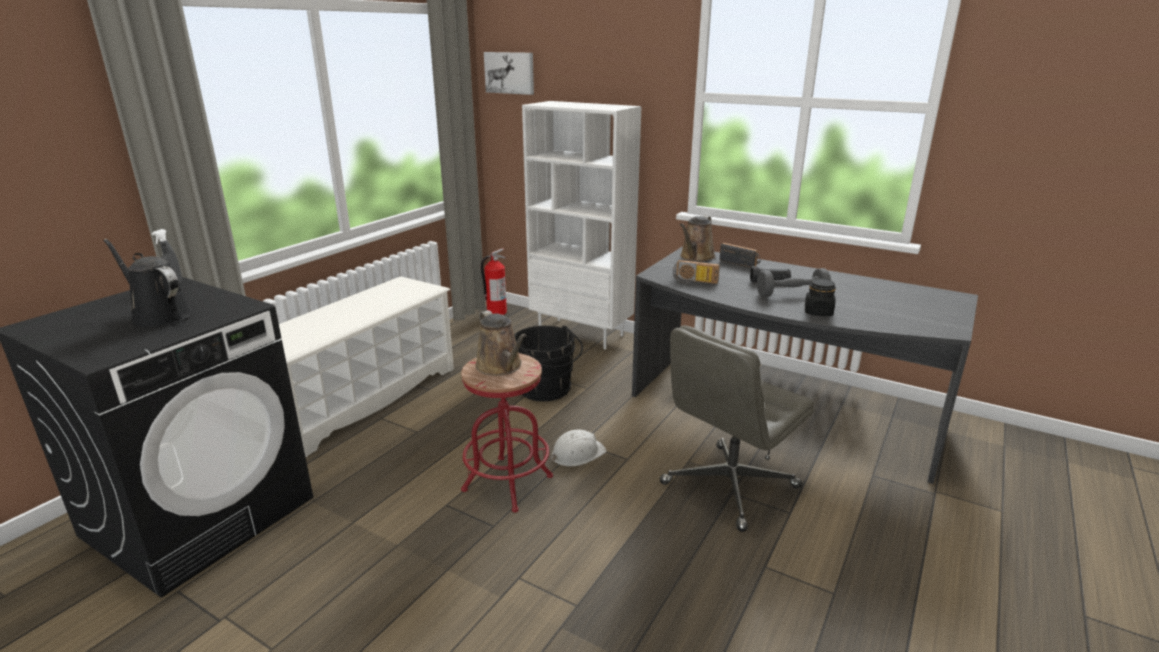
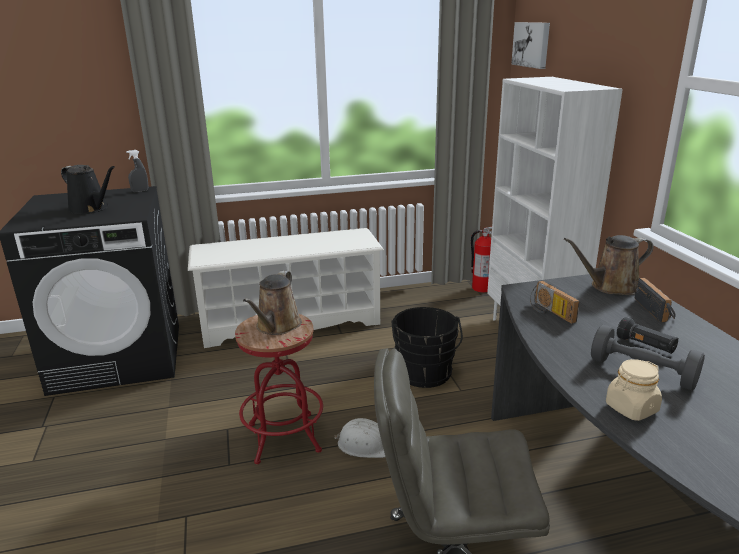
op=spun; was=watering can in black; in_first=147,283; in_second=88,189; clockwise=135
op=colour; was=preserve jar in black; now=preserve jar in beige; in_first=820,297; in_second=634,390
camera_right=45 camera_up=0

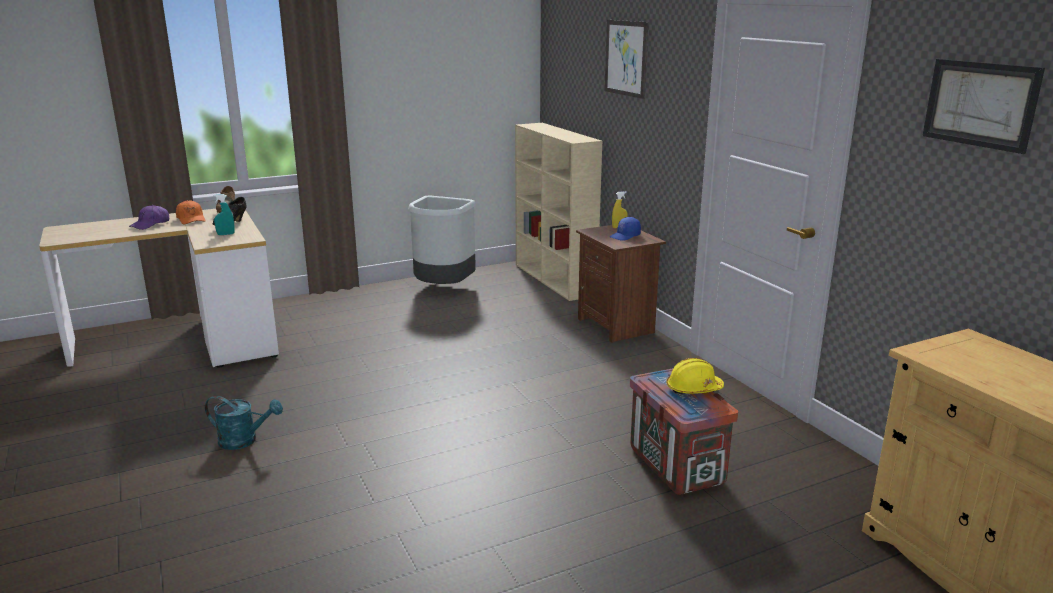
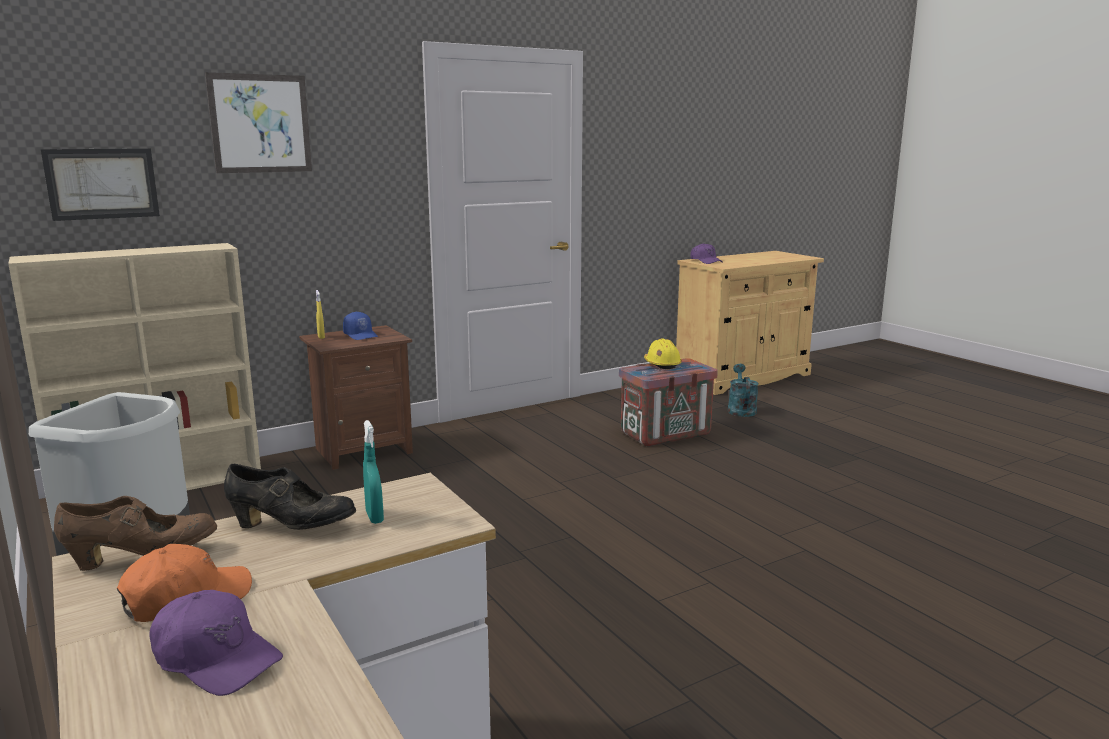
op=relocated; was=picture; in_first=983,106; in_second=100,184
op=relocated; was=watering can in turquoise-coloured; in_first=244,423; in_second=743,390
op=appeared; now=baseball cap in purple; in_second=707,253
camera_right=-95 camera_up=-5

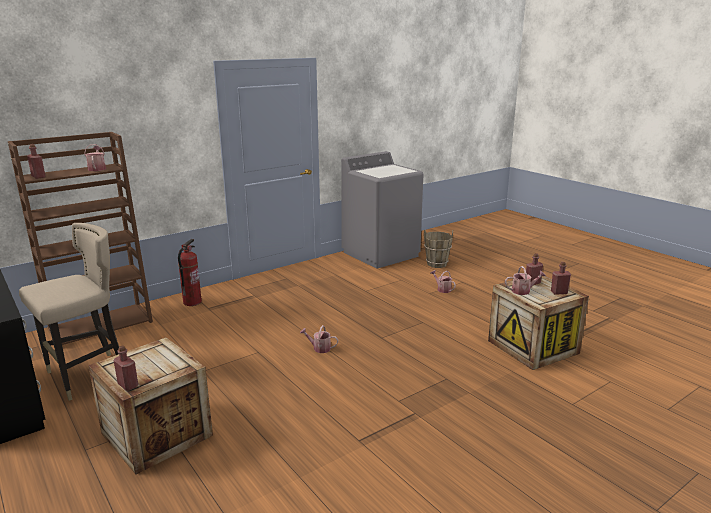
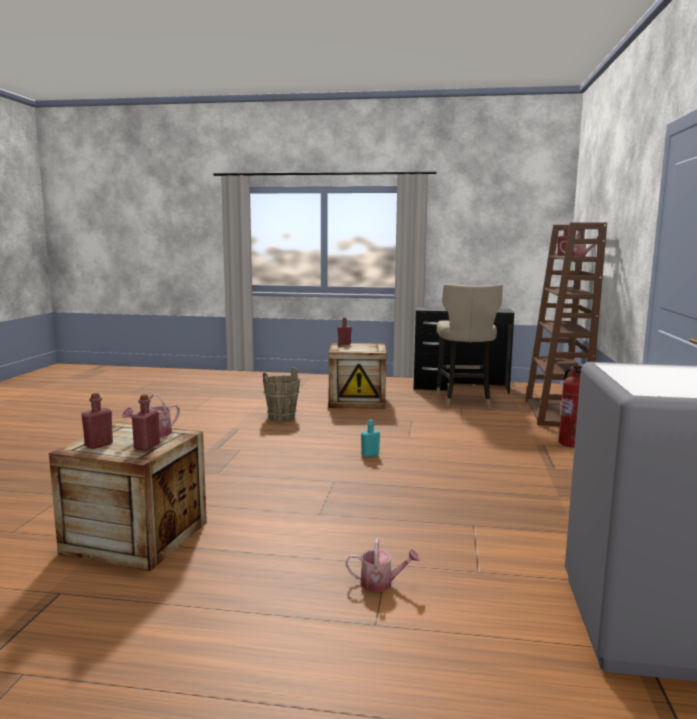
op=relocated; was=bucket in brown-coloured; in_first=438,249; in_second=281,394
op=exchanged; was=watering can; now=beverage bottle in turquoise-coloured; in_first=319,339; in_second=370,438
camera_right=135 camera_up=-10

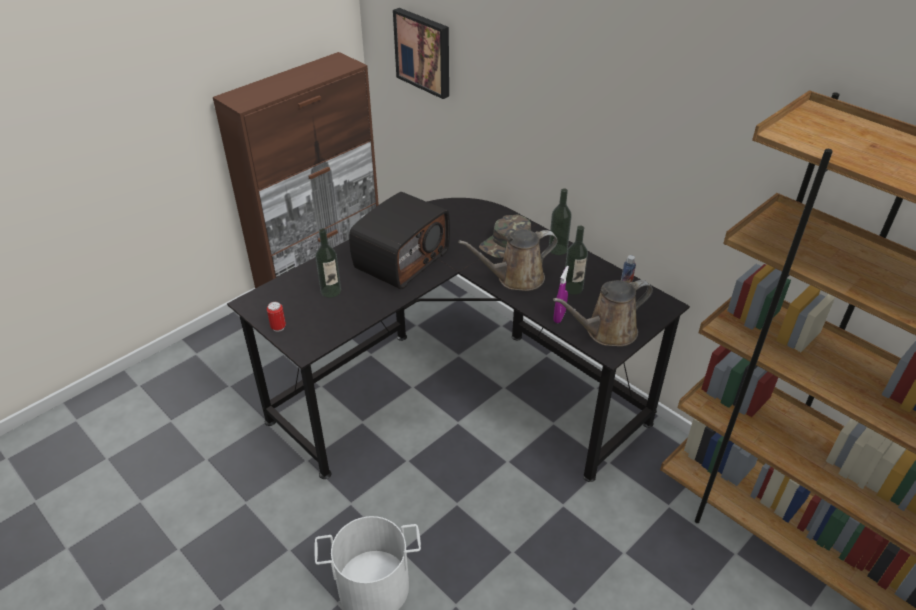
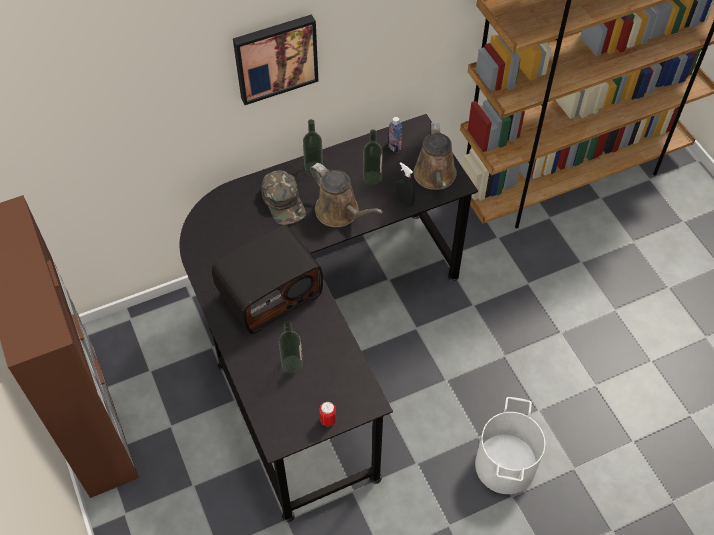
op=relocated; was=picture; in_first=421,53; in_second=275,59
op=spun; was=radio set; in_first=399,240; in_second=267,279; clockwise=90
op=spun; was=watering can in brown-coloured; in_first=508,260; in_second=346,195; clockwise=-45
op=colour; was=sprayer in purple; now=sprayer in black; in_first=561,294; in_second=405,184
camera_right=-70 camera_up=15

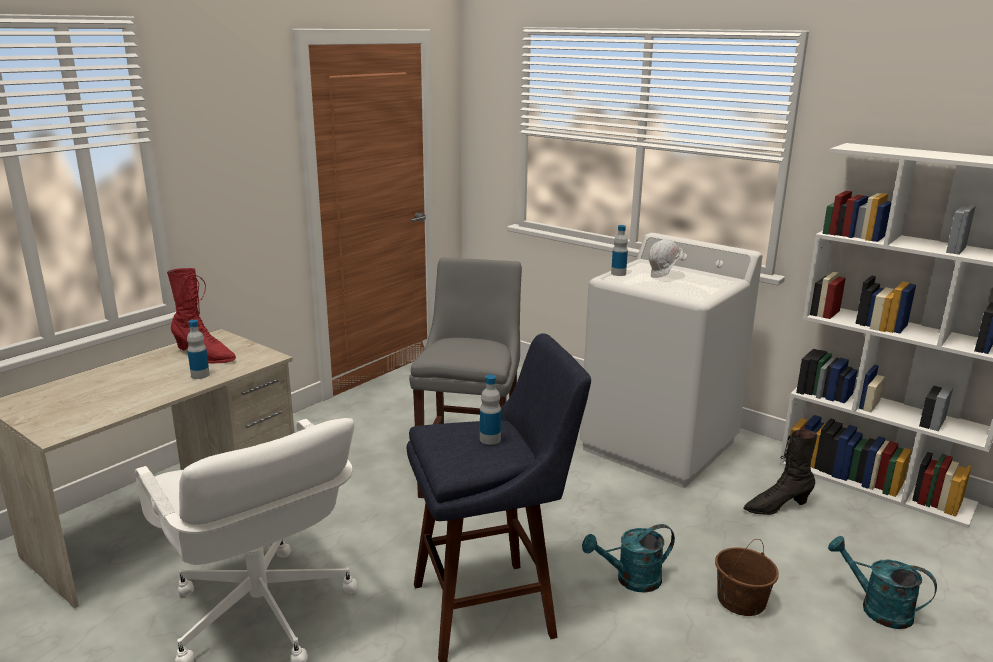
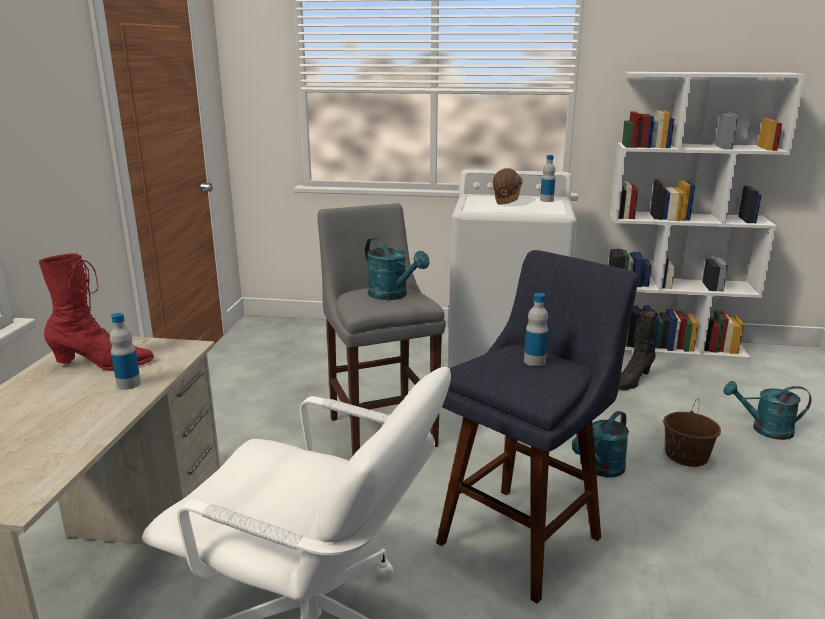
op=relocated; was=beverage bottle; in_first=619,250; in_second=547,178
op=colour; was=safety helmet in white; now=safety helmet in brown-coloured; in_first=666,258; in_second=508,186
op=appeared; now=watering can in turquoise-coloured; in_second=397,268
camera_right=-30 camera_up=0

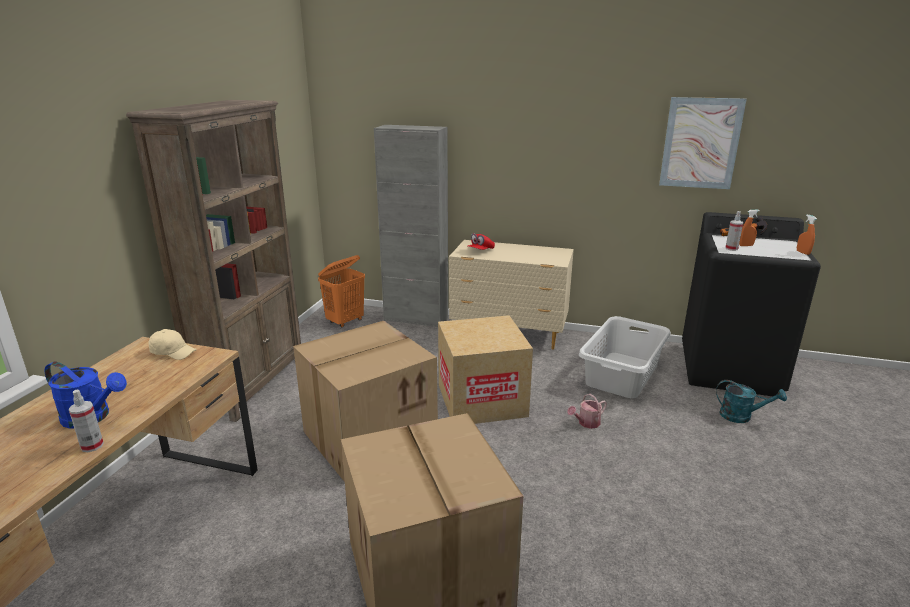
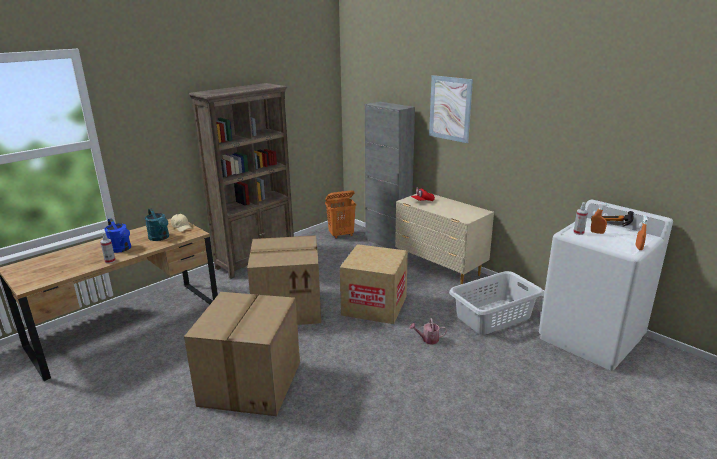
op=relocated; was=picture; in_first=703,143; in_second=451,109
op=colour; was=laundry machine in black; now=laundry machine in white; in_first=751,304; in_second=606,285
op=relocated; was=watering can in turquoise-coloured; in_first=751,401; in_second=157,224
camera_right=30 camera_up=0

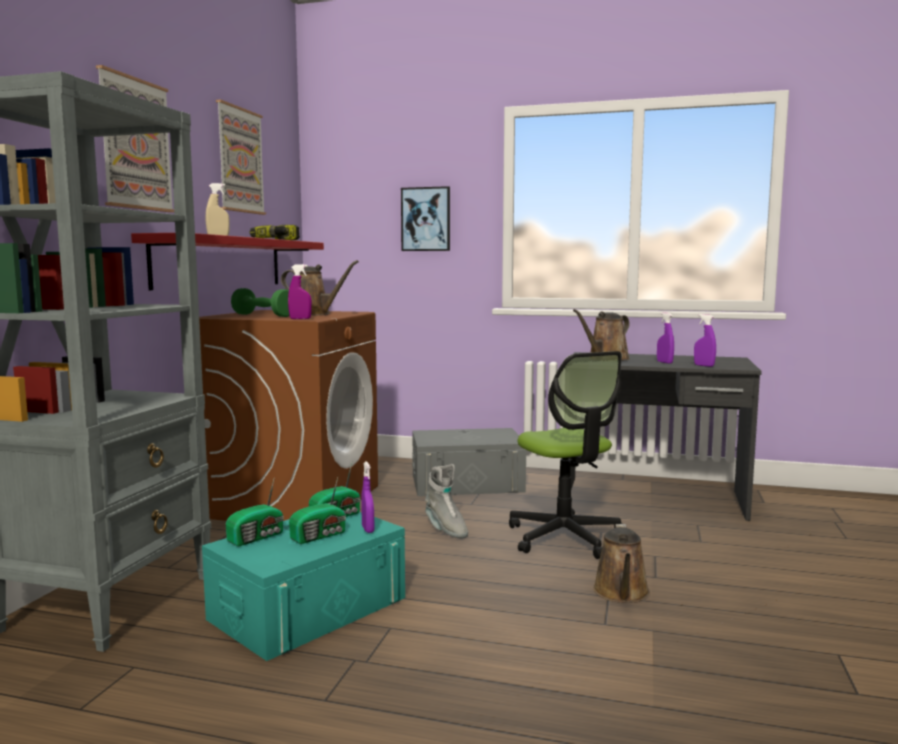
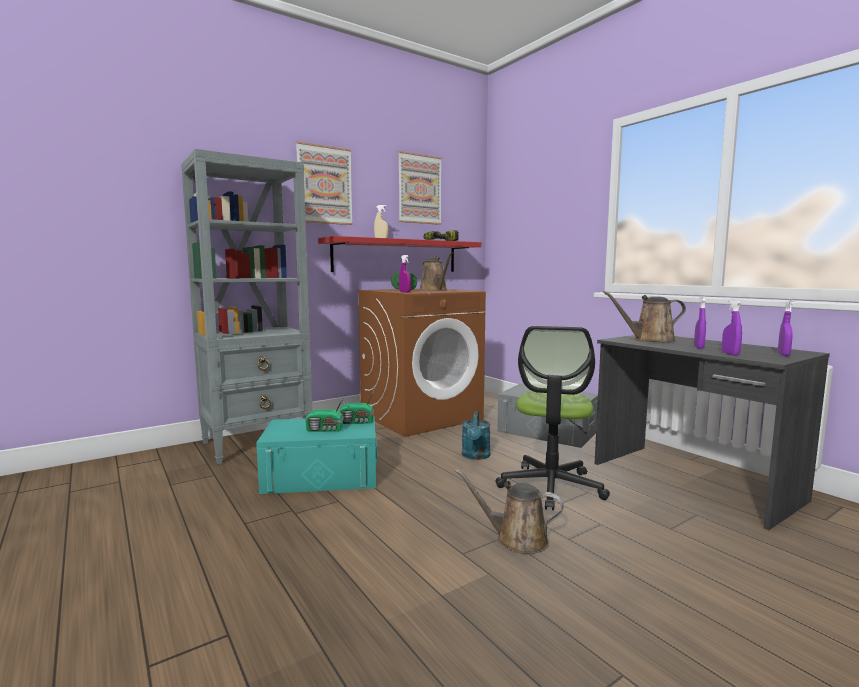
op=missing; was=picture; in_first=425,218
op=relocated; was=sprayer in purple; in_first=367,497; in_second=785,328
op=exchanged; was=tall boot in greyish; now=watering can in turquoise-coloured; in_first=446,501; in_second=476,435
op=missing; was=radio set; in_first=255,512
op=spun; was=watering can in brown-coloured; in_first=621,563; in_second=509,511; clockwise=60
camera_right=40 camera_up=0

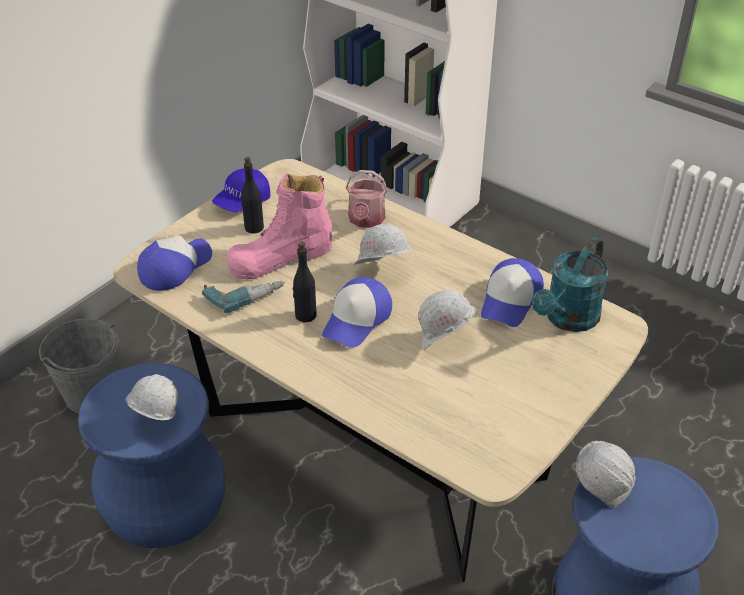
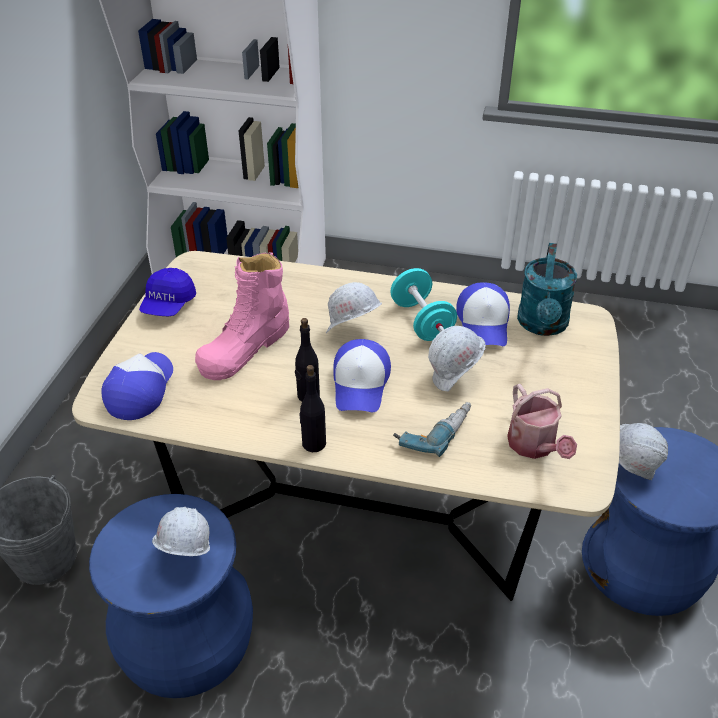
op=relocated; was=beverage bottle in black; in_first=252,195; in_second=312,408
op=relocated; was=watering can; in_first=367,199; in_second=542,421
op=relocated; was=electric drill; in_first=243,296; in_second=432,429
op=appeared; now=free weight in turquoise-coloured; in_second=423,304
camera_right=-25 camera_up=0

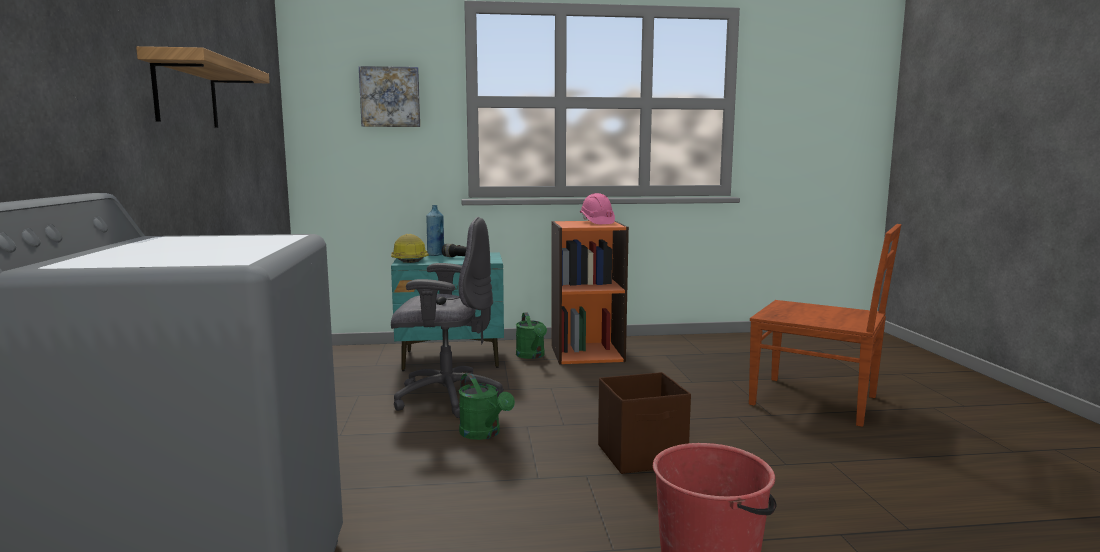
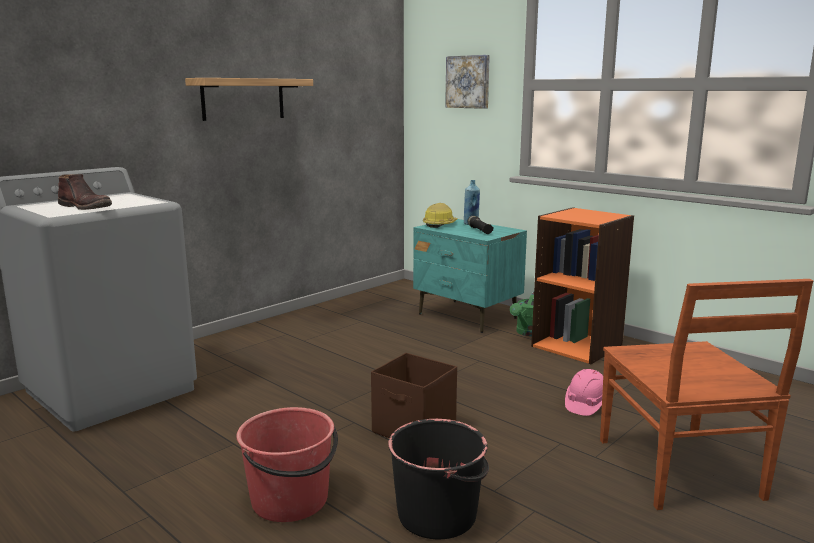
op=relocated; was=safety helmet in pink; in_first=597,208; in_second=584,392
op=missing; was=office chair in greyish; in_first=447,317
op=missing; was=watering can in green-coloured; in_first=487,406
op=appeared; now=tall boot in brown-coloured; in_second=85,192
op=appeared; now=bucket in black; in_second=438,479
camera_right=50 camera_up=5

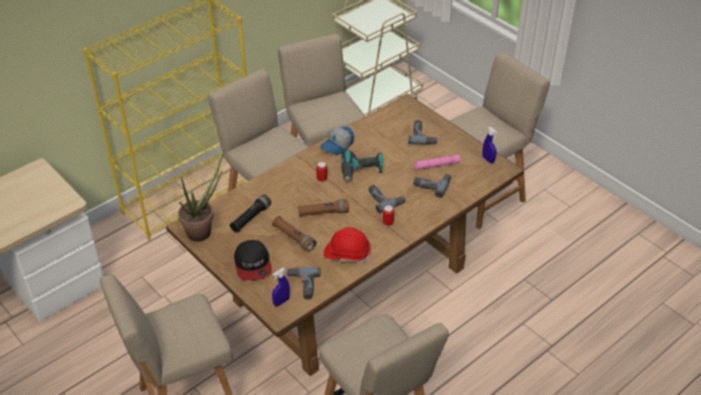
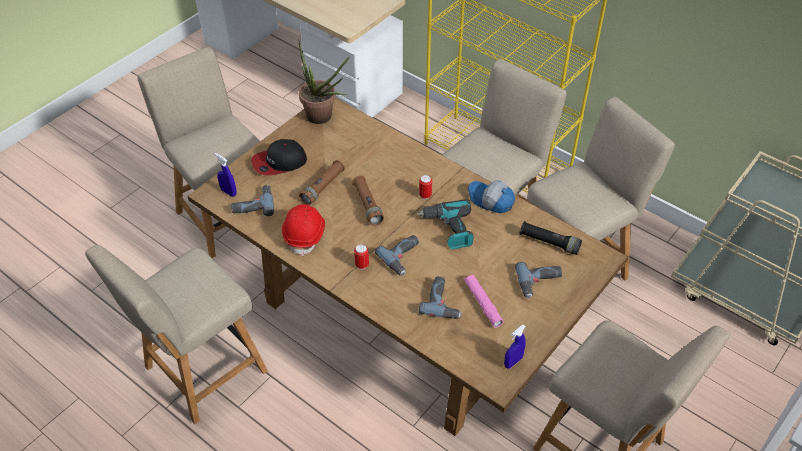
op=relocated; was=hand torch in black; in_first=250,213; in_second=550,238
camera_right=80 camera_up=5

